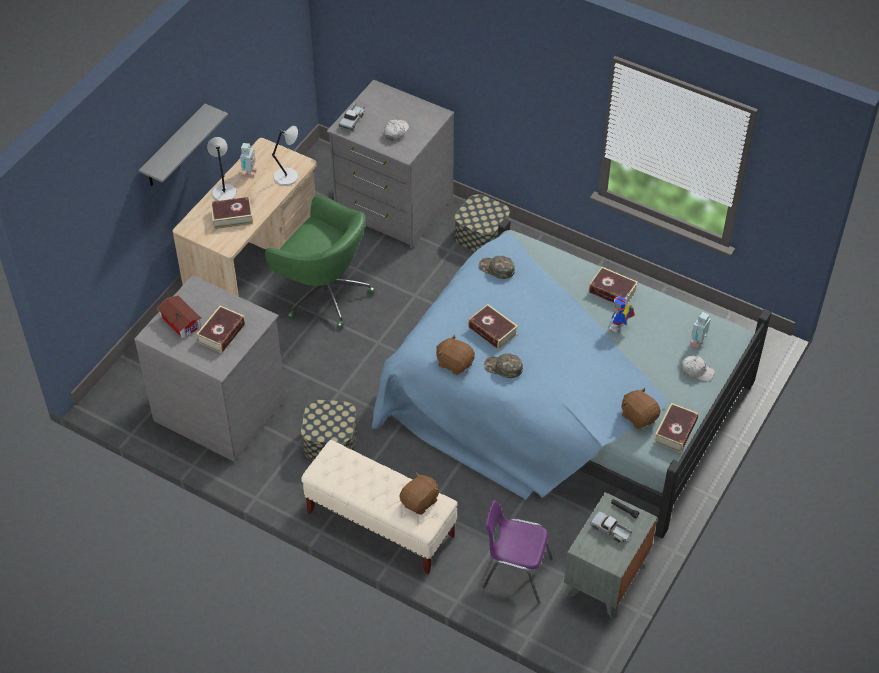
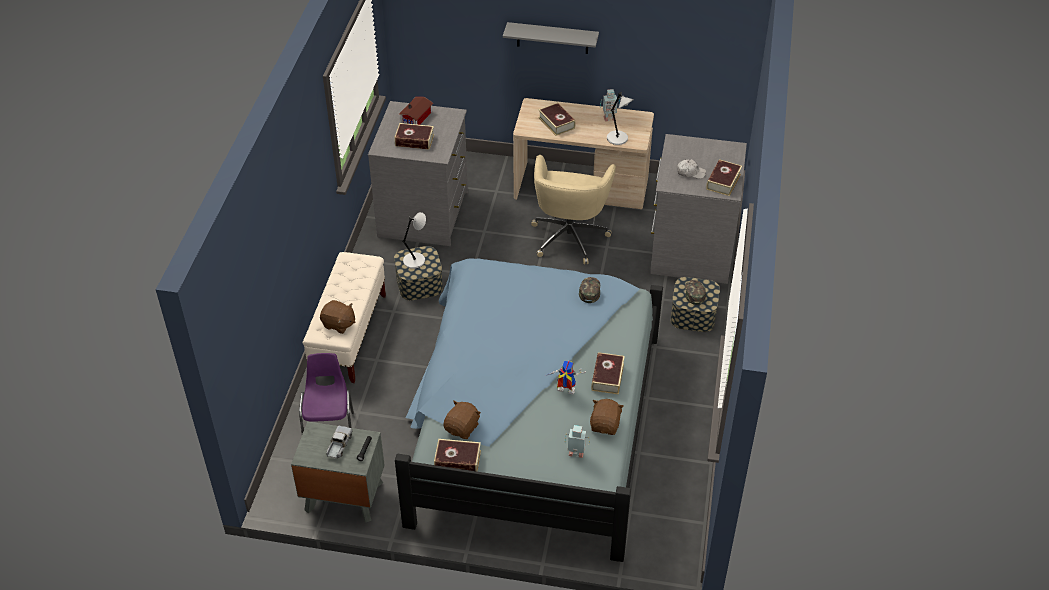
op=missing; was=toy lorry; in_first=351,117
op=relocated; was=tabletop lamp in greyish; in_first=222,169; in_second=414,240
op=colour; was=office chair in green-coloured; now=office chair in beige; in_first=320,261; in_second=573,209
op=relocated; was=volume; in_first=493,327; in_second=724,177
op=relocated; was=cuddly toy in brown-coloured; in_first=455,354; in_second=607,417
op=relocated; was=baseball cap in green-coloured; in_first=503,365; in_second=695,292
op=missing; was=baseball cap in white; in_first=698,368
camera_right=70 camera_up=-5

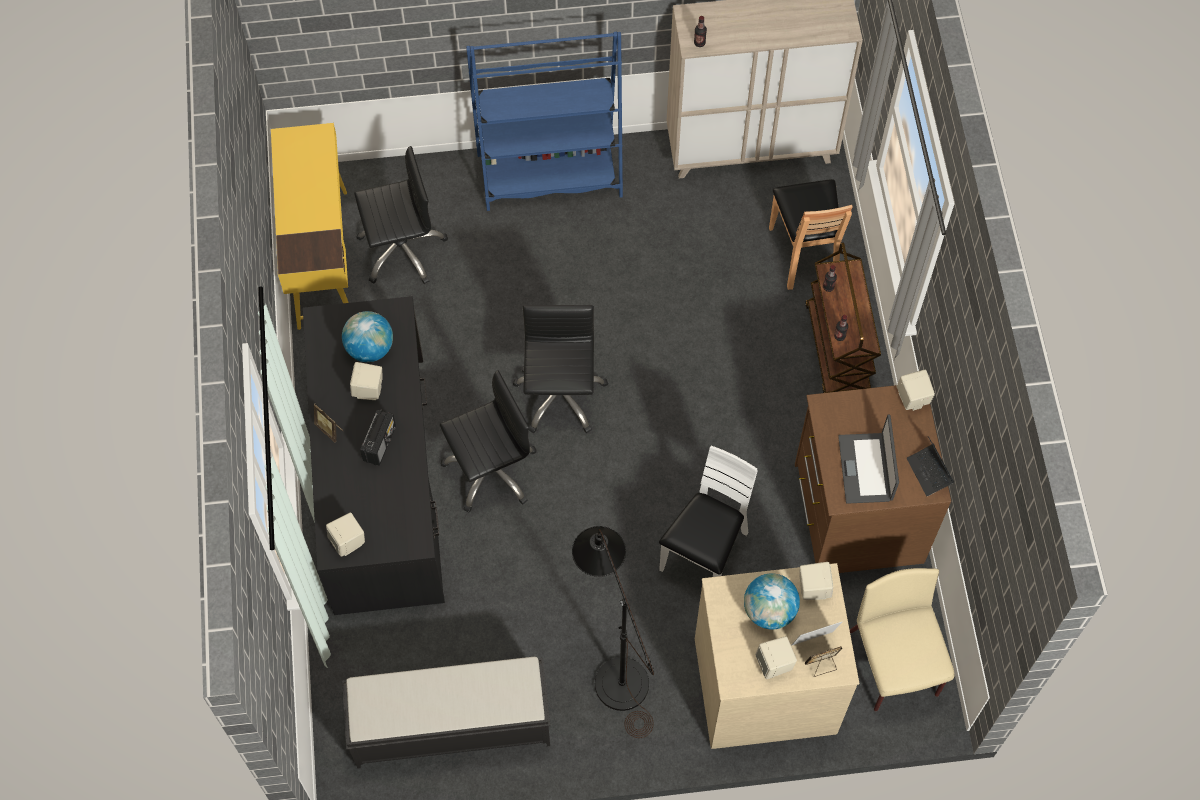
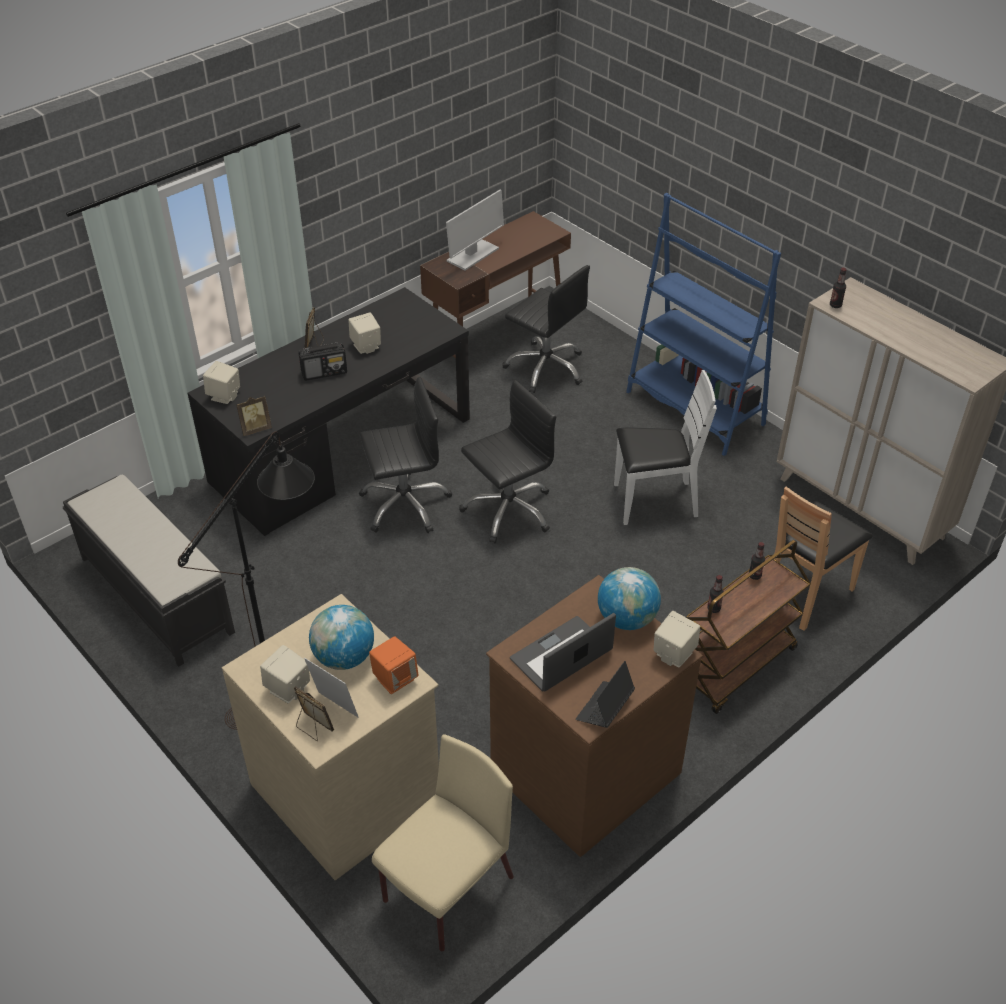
op=colour; was=desk table in yellow; now=desk table in brown-coloured; in_first=310,226; in_second=495,284
op=relocated; was=globe; in_first=367,336; in_second=629,598
op=spun; was=office chair in black; in_first=488,441; in_second=405,455; clockwise=-45
op=relocated; was=plain chair in white; in_first=708,511; in_second=665,447
op=colour; was=audio speaker in beige; now=audio speaker in orange-coloured; in_first=816,581; in_second=394,665
op=appeared; now=monitor; in_second=475,229
op=appeared; now=standing frame; in_second=254,416
camera_right=55 camera_up=-20

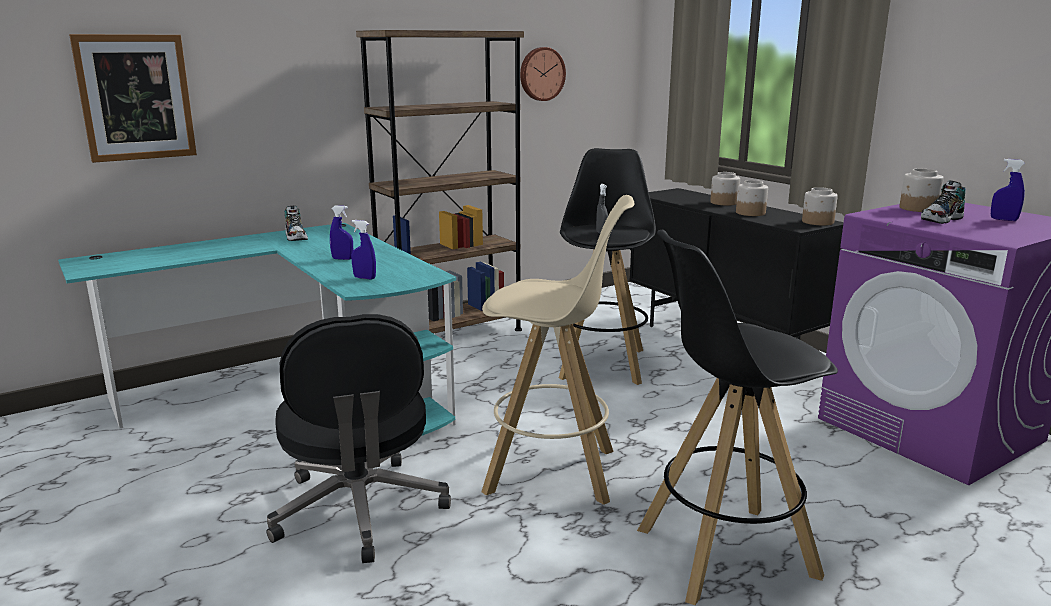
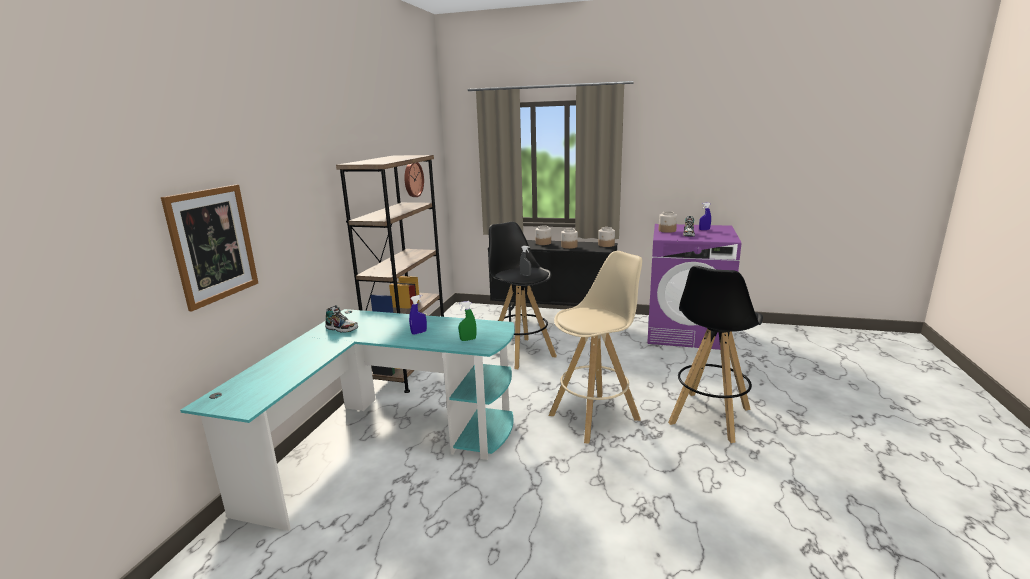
op=colour; was=sprayer in blue-coloured; now=sprayer in green-coloured; in_first=363,250; in_second=467,321
op=missing; was=office chair in black; in_first=359,438
camera_right=-40 camera_up=0

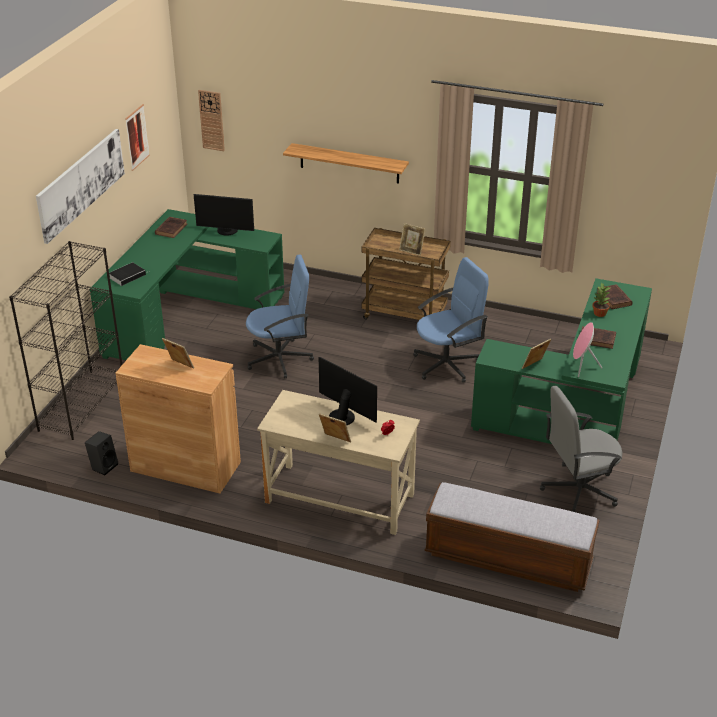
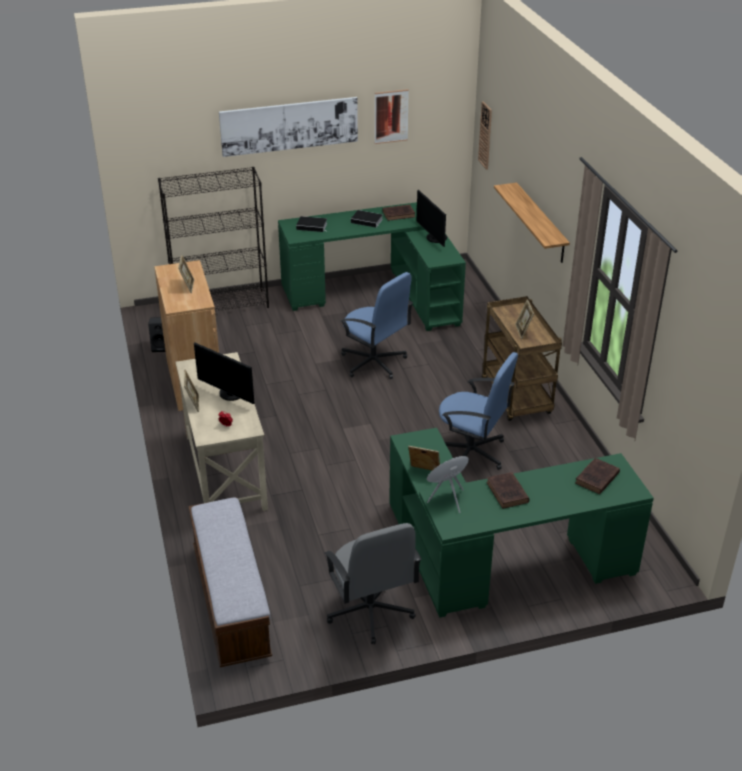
op=missing; was=plant in a pot; in_first=601,300
op=spun; was=monitor; in_first=347,391; in_second=224,373; clockwise=120
op=spun; was=office chair in greyish; in_first=581,449; in_second=372,584; clockwise=-150
op=appeared; now=volume; in_second=367,219
camera_right=55 camera_up=0

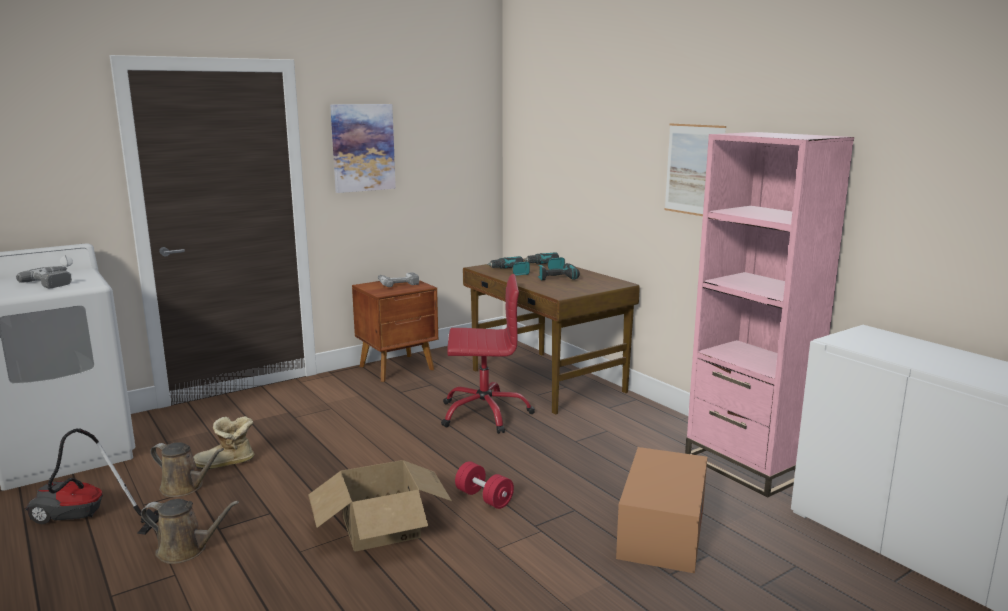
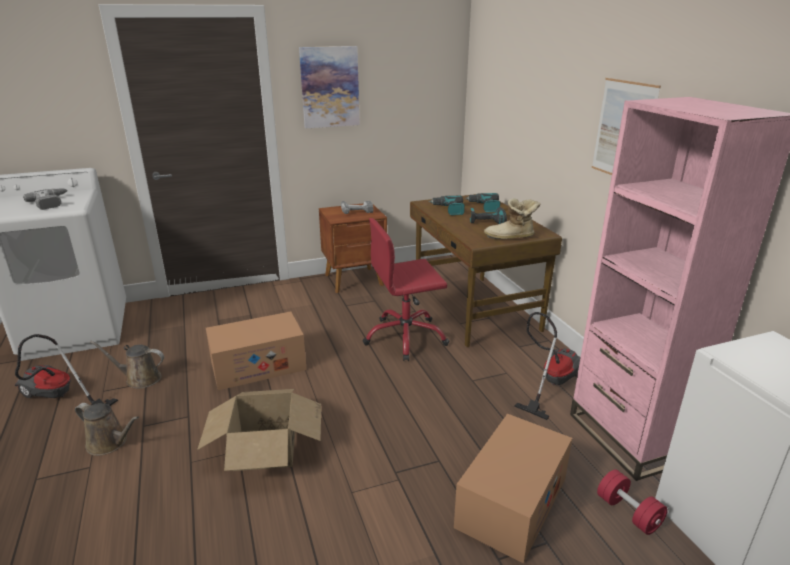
op=spun; was=office chair in red; in_first=488,354; in_second=406,289; clockwise=150
op=relocated; was=tall boot; in_first=223,442; in_second=512,218
op=spun; was=watering can in brown-coloured; in_first=187,469; in_second=127,365; clockwise=150
op=relocated; was=free weight in red; in_first=484,485; in_second=632,502
op=appeared; now=cardboard box; in_second=256,351
op=appeared; now=vacuum; in_second=547,366
camera_right=15 camera_up=10

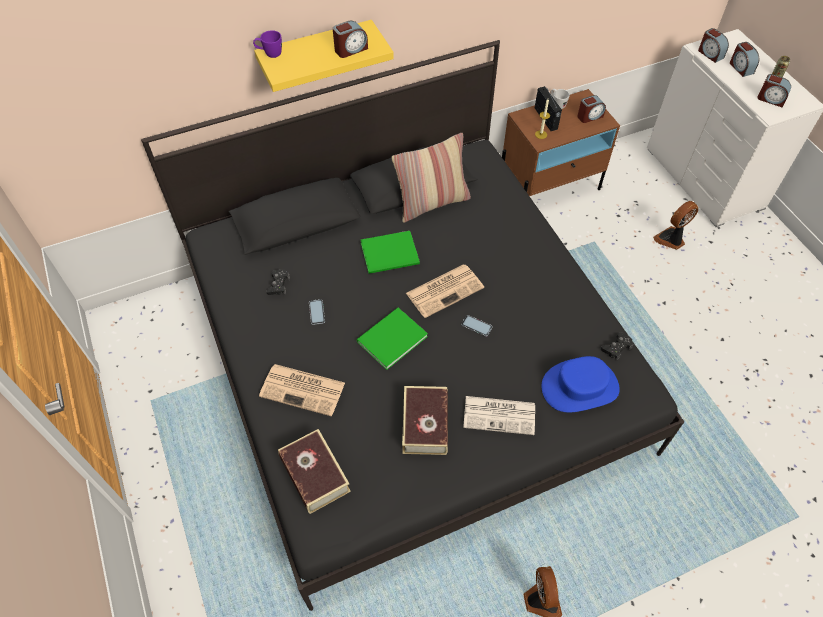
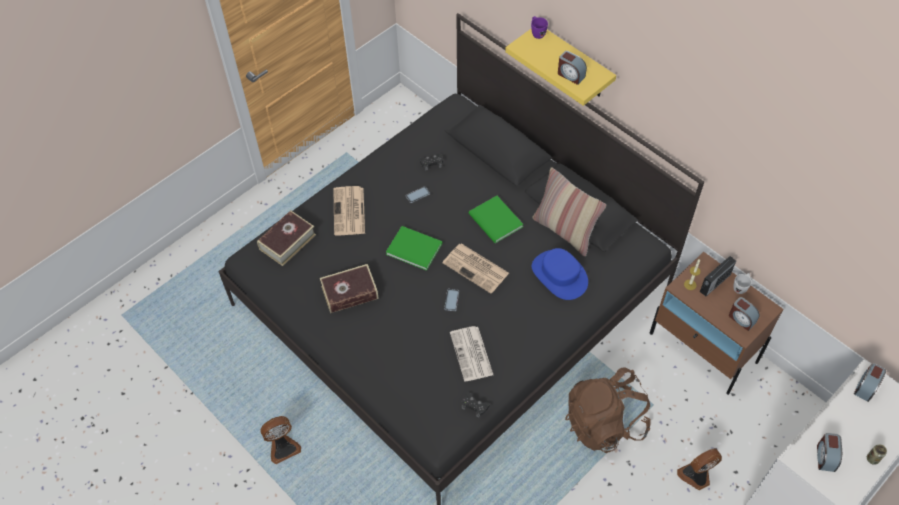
op=missing; was=table clock; in_first=744,59
op=spun; was=fan; in_first=675,225; in_second=699,469; clockwise=-60
op=relocated; was=hat in blue-coloured; in_first=581,384; in_second=560,274
op=relocated; was=daily paper; in_first=499,415; in_second=471,354
op=appeared; now=rucksack in brown-coloured; in_second=608,410
camera_right=70 camera_up=0

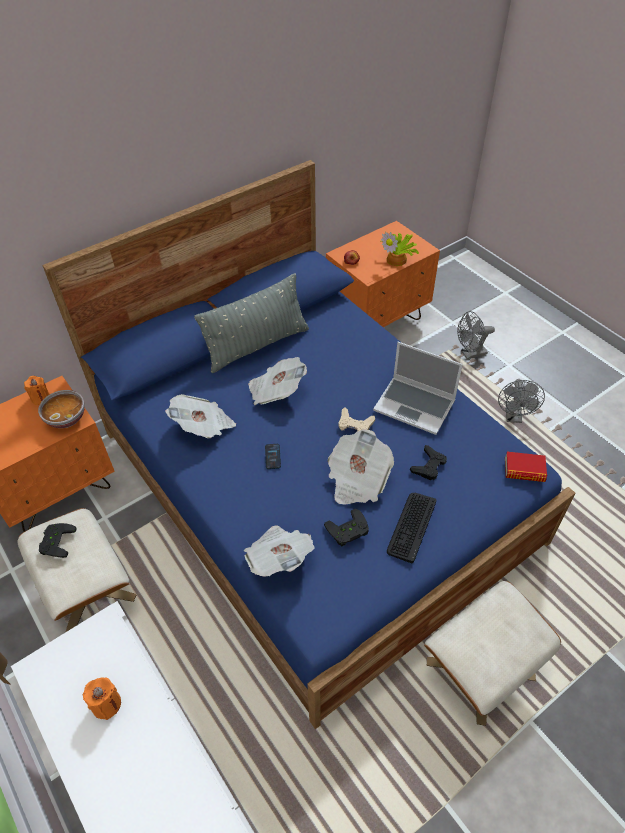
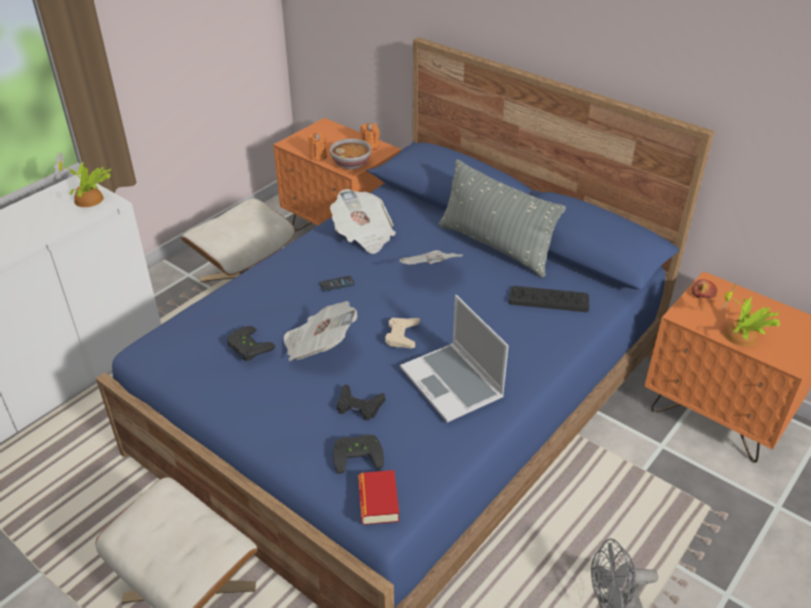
op=missing; was=fan in greyish; in_first=476,335
op=spun; was=notebook computer; in_first=418,388; in_second=454,358; clockwise=-45
op=relocated; was=PC keyboard; in_first=411,528; in_second=549,299
op=relocated; was=gamepad in black; in_first=58,540; in_second=358,454
op=missing; was=daily paper; in_first=279,550
op=relocated; was=wax candle in orange-coloured; in_first=102,698; in_second=317,146
op=appeared; now=plant in a pot; in_second=82,179
camera_right=75 camera_up=-10

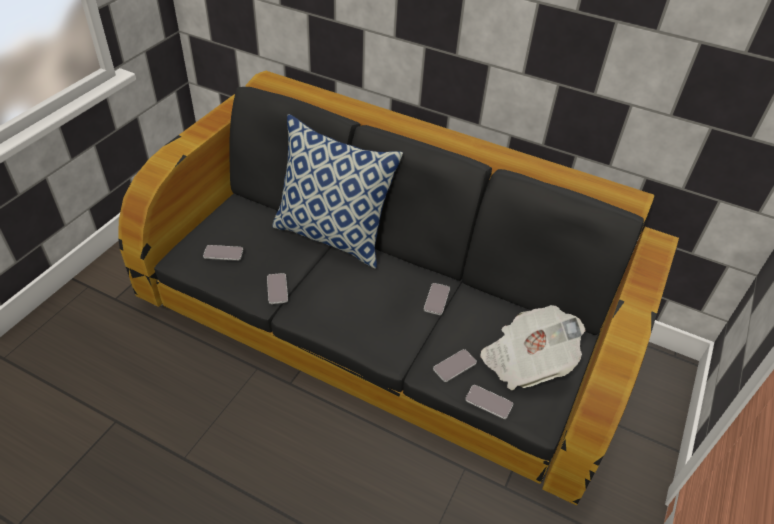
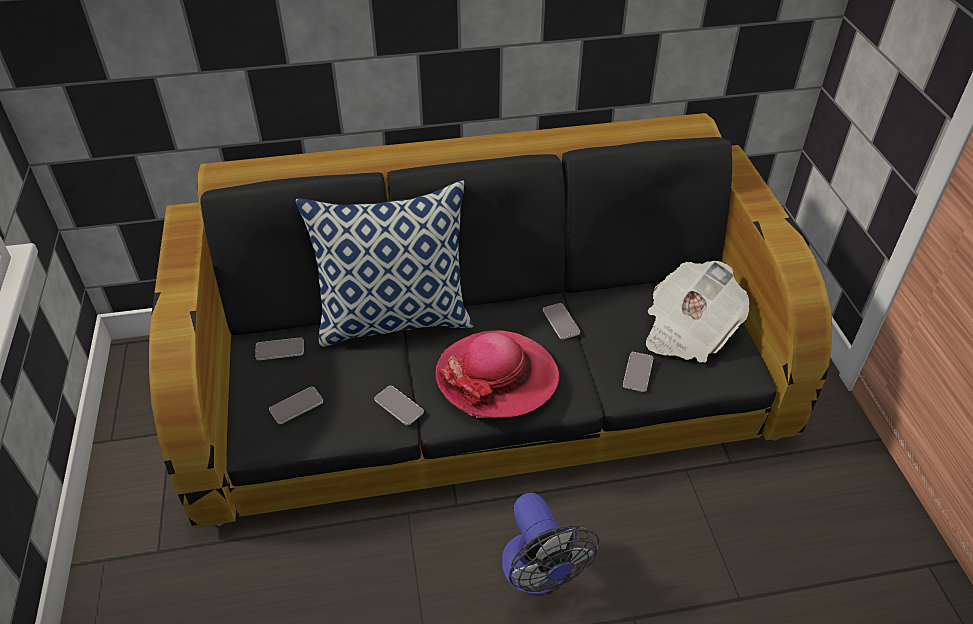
op=relocated; was=telephone; in_first=489,402; in_second=279,349
op=appeared; now=hat; in_second=497,374
op=appeared; now=fan; in_second=551,544
camera_right=-35 camera_up=0

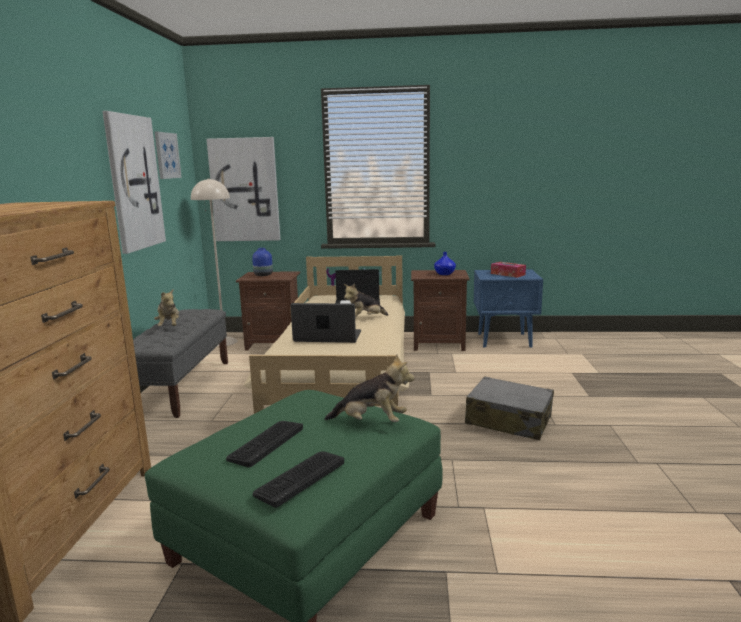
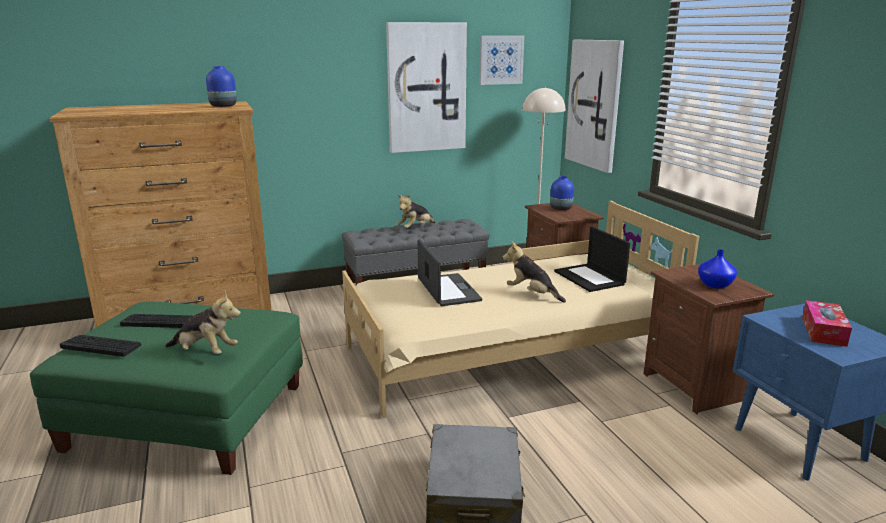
op=spun; was=cuddly toy; in_first=369,388; in_second=203,322; clockwise=-60
op=appeared; now=vase in blue-coloured; in_second=221,86
camera_right=65 camera_up=5

